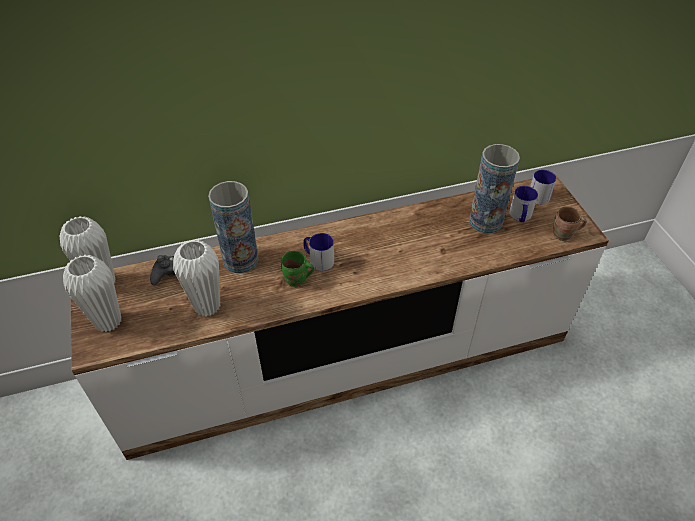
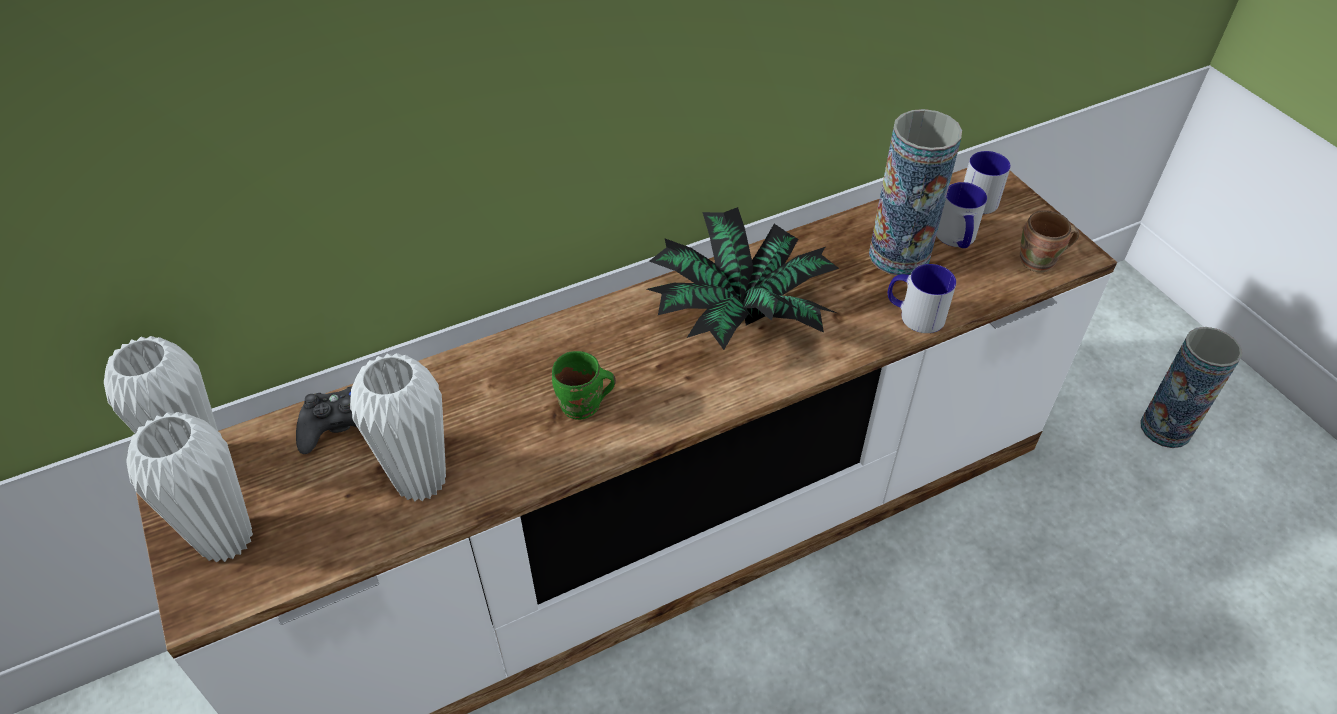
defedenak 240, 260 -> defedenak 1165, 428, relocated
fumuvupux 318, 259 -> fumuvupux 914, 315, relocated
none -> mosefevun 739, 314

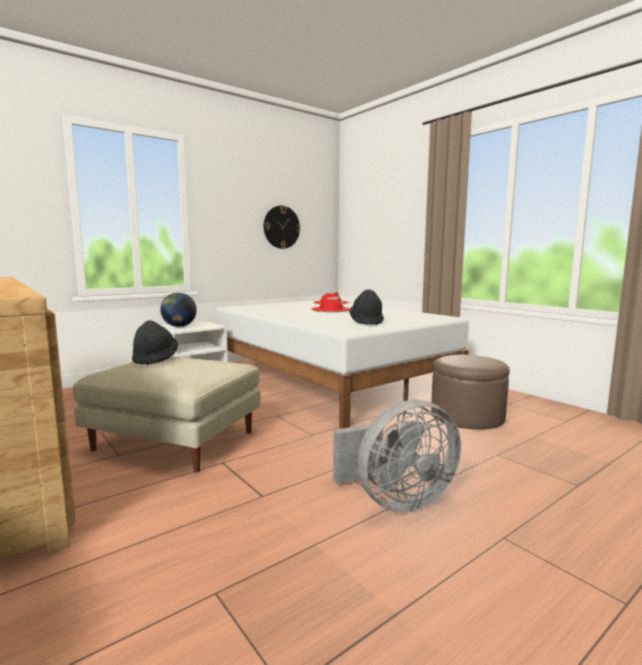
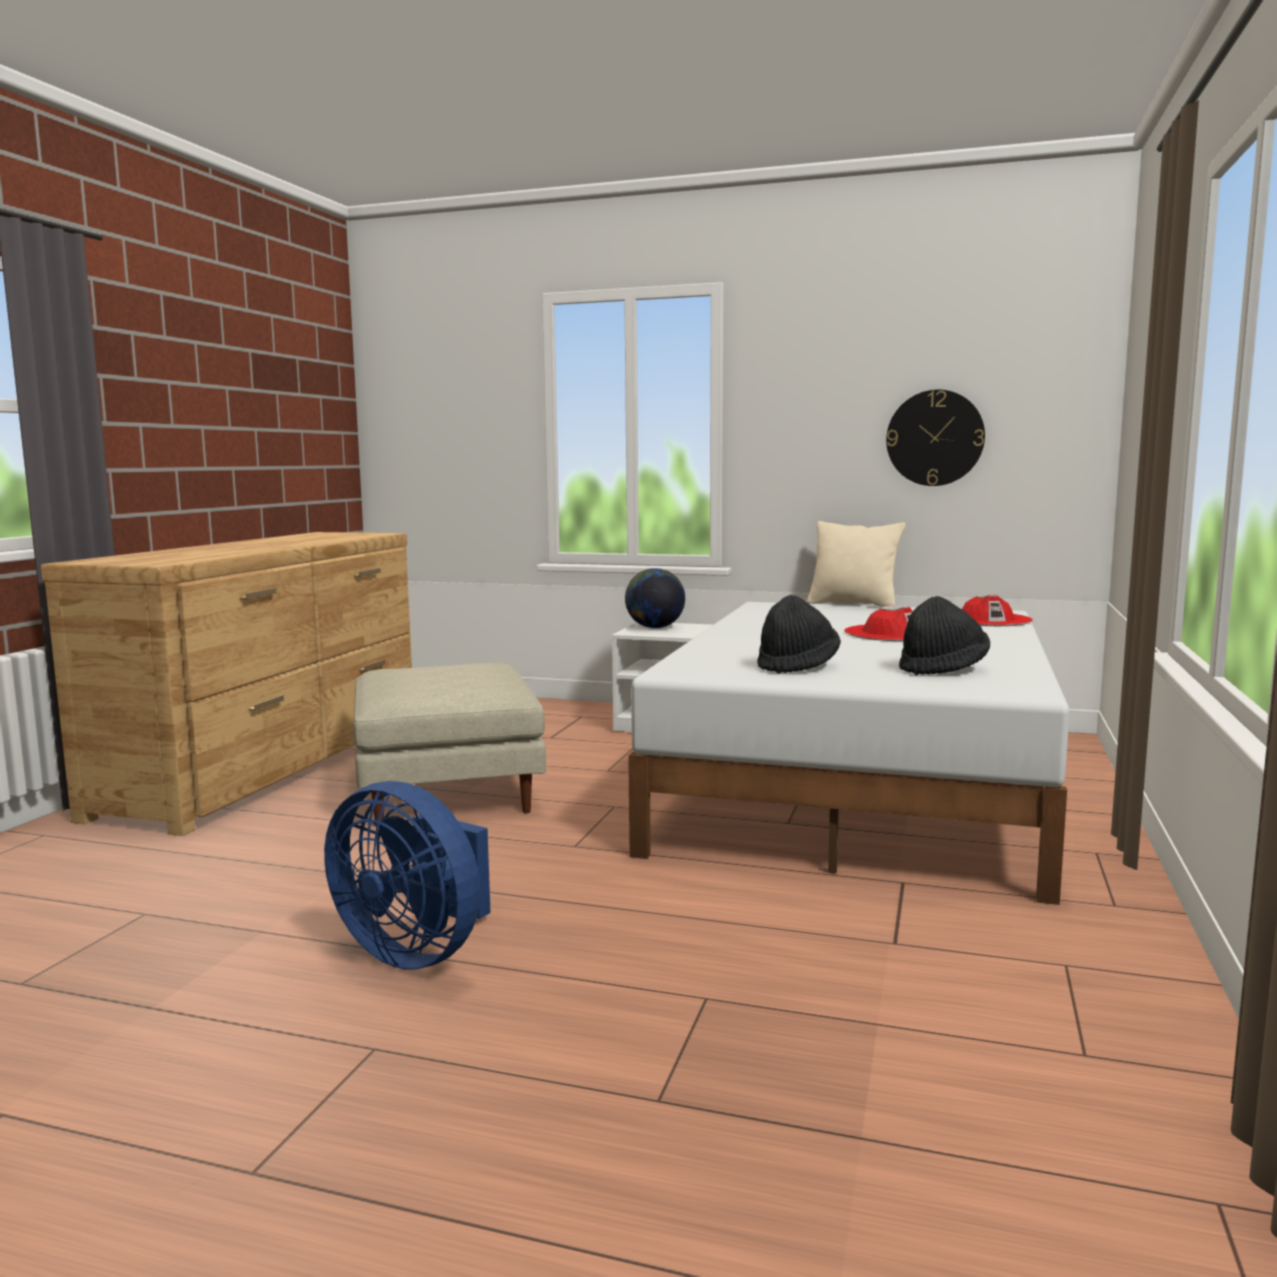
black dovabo 155, 359 -> black dovabo 943, 669, relocated
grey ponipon 396, 501 -> blue ponipon 417, 951
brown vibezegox 467, 416 -> none
none -> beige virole 853, 604

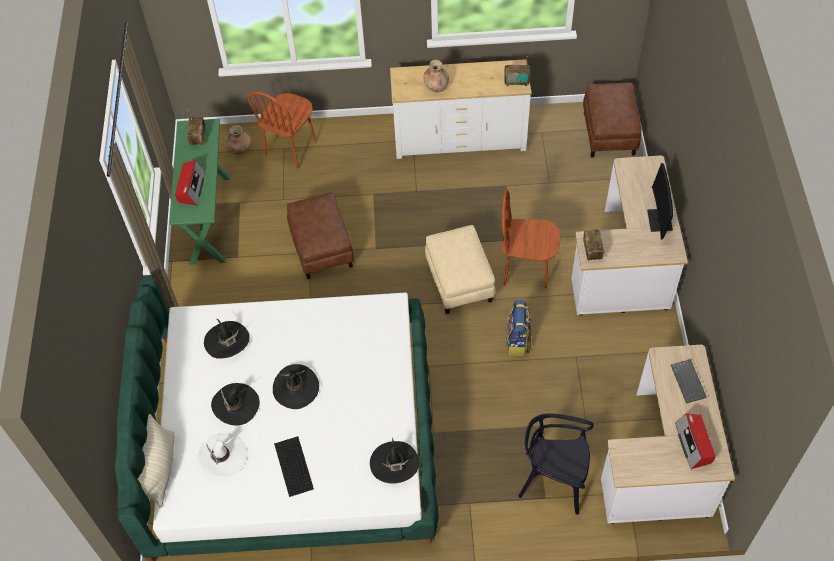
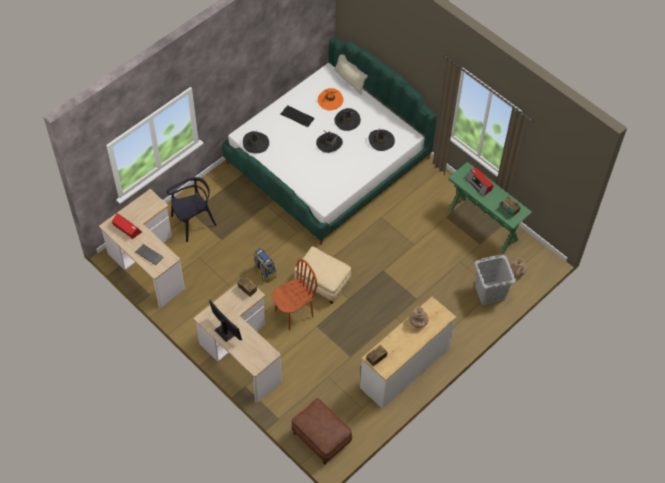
white dovabo 223, 456 -> orange dovabo 330, 100
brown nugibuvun 291, 148 -> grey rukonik 490, 292
brown vibezegox 322, 248 -> none

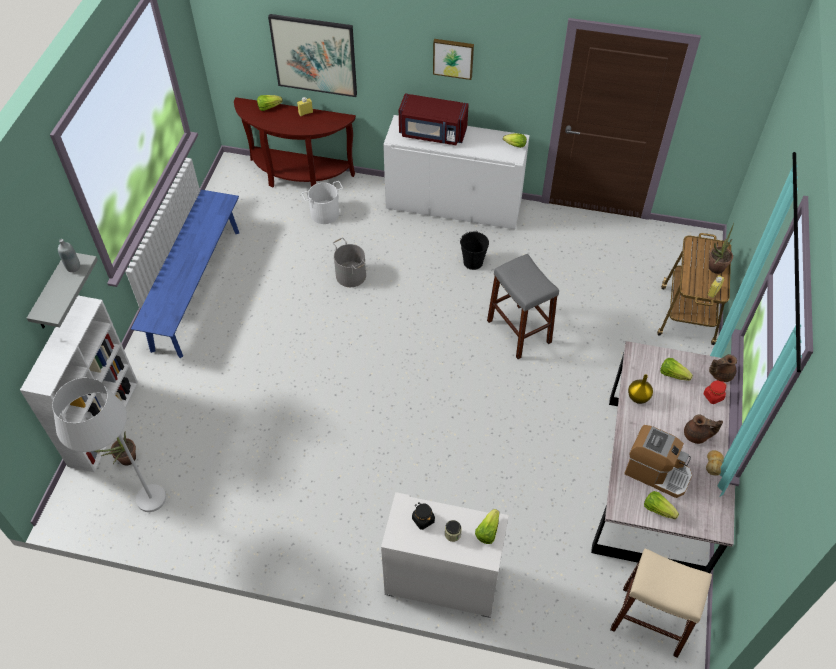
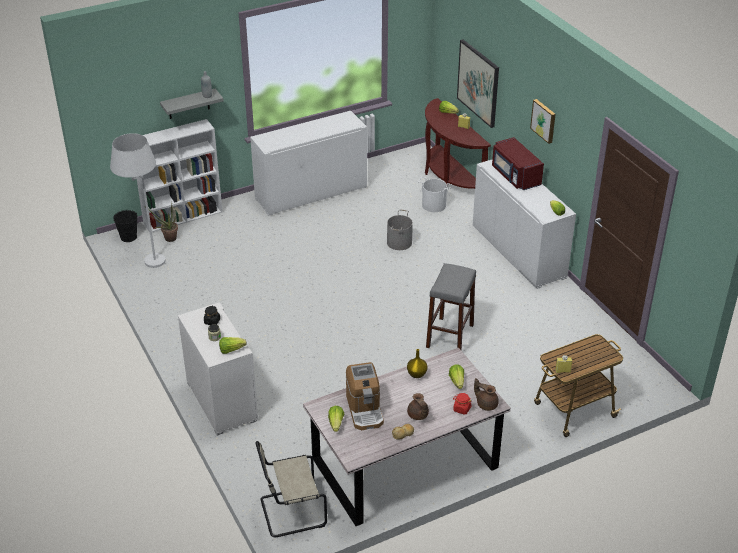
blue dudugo 196, 288 -> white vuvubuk 311, 193
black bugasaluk 473, 262 -> black bugasaluk 128, 237, relocated
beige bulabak 649, 621 -> beige nugibuvun 290, 512
mosefevun 714, 269 -> none

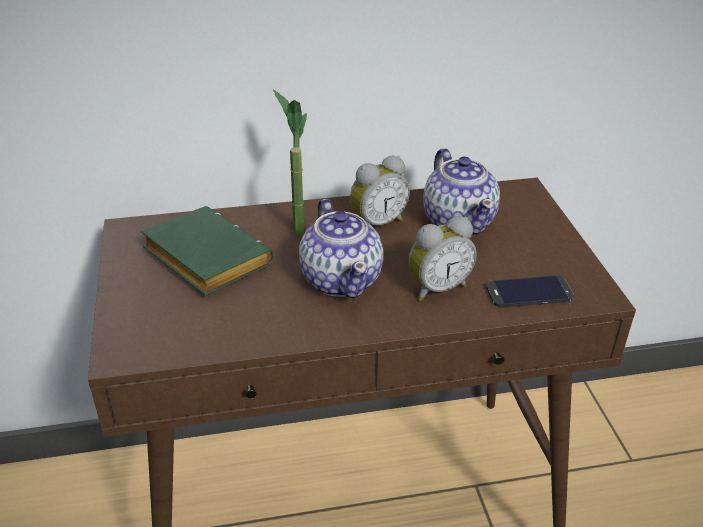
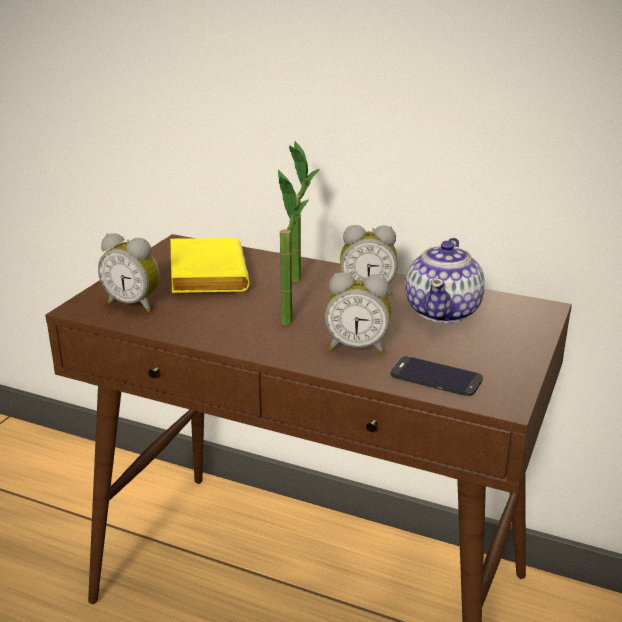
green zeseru 203, 258 -> yellow zeseru 204, 274
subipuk 341, 279 -> mosefevun 287, 317
none -> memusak 134, 304

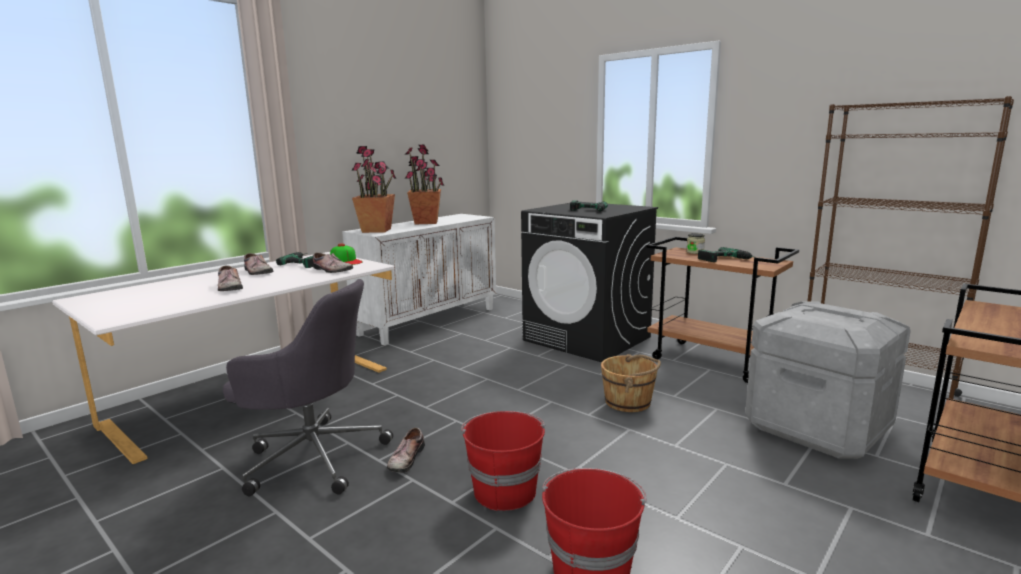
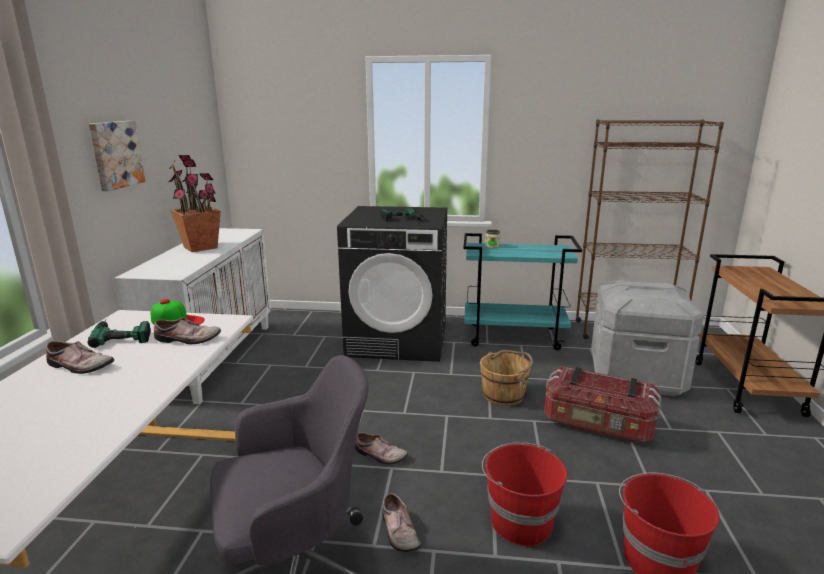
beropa 228, 287 -> beropa 379, 455, relocated
mosefevun 377, 230 -> none
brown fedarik 713, 361 -> turquoise fedarik 514, 336
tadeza 729, 260 -> none
none -> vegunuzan 115, 154
none -> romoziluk 597, 424

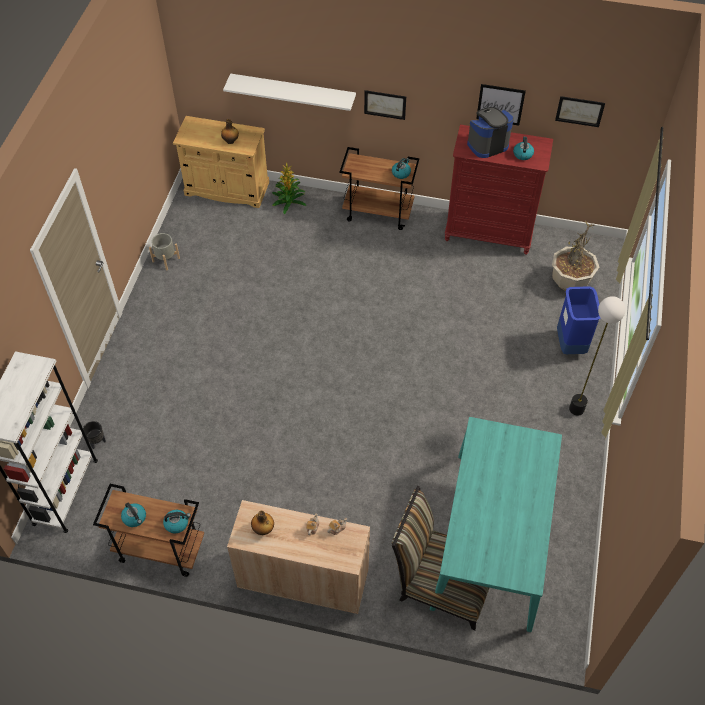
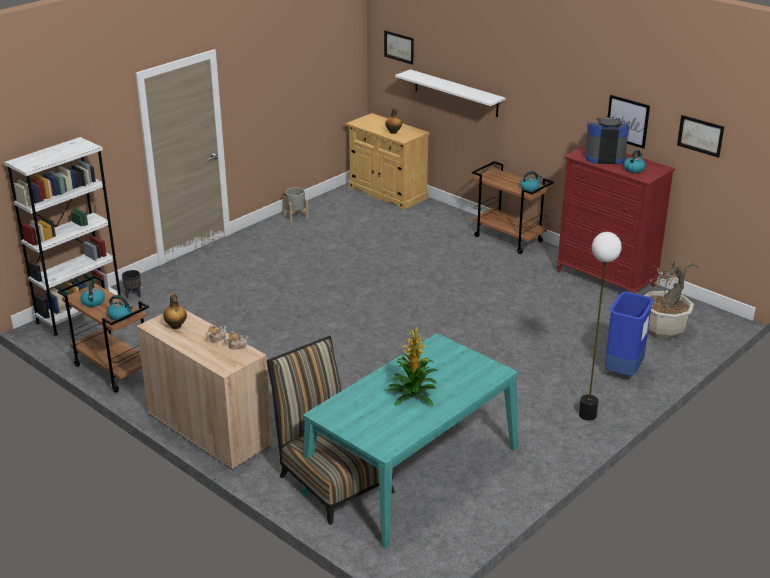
mosefevun 288, 201 -> mosefevun 413, 394, relocated
vegunuzan 385, 104 -> vegunuzan 399, 47, relocated

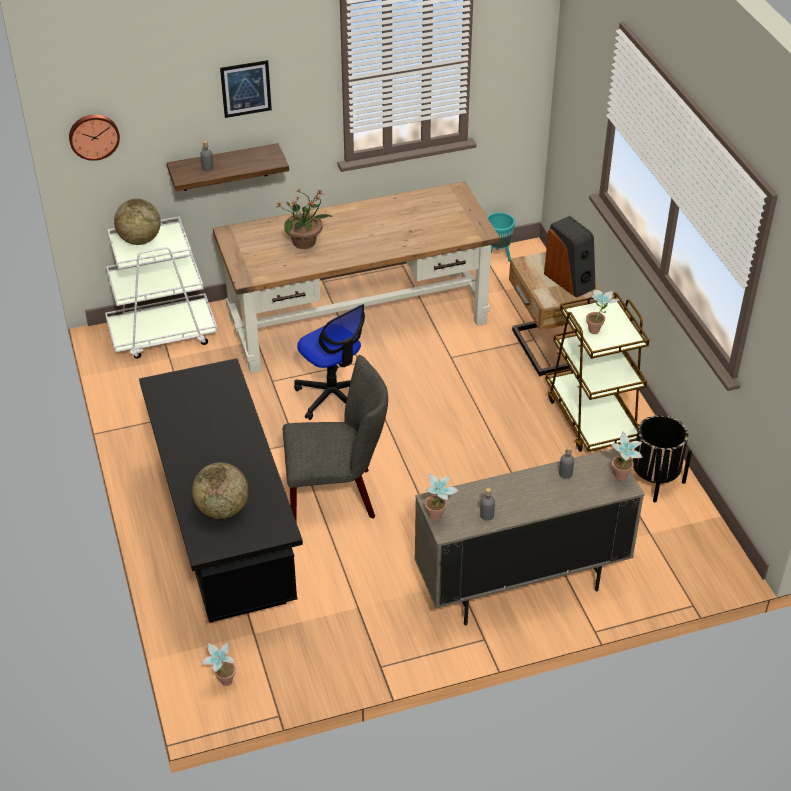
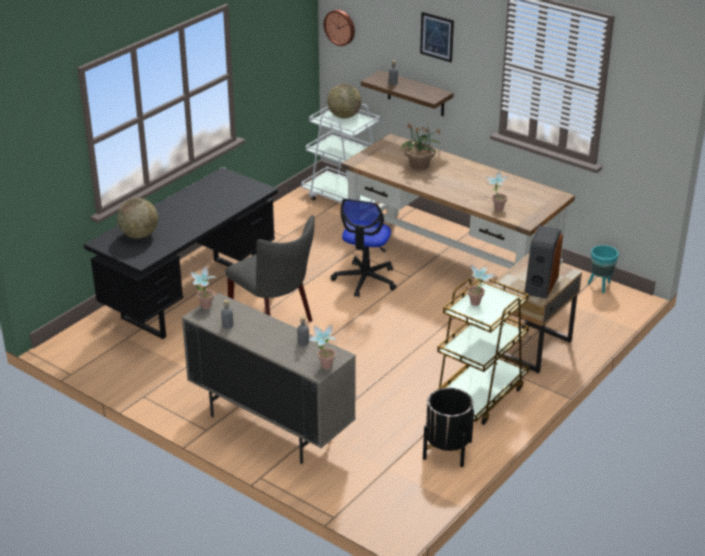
mosefevun 223, 684 -> mosefevun 495, 208, relocated

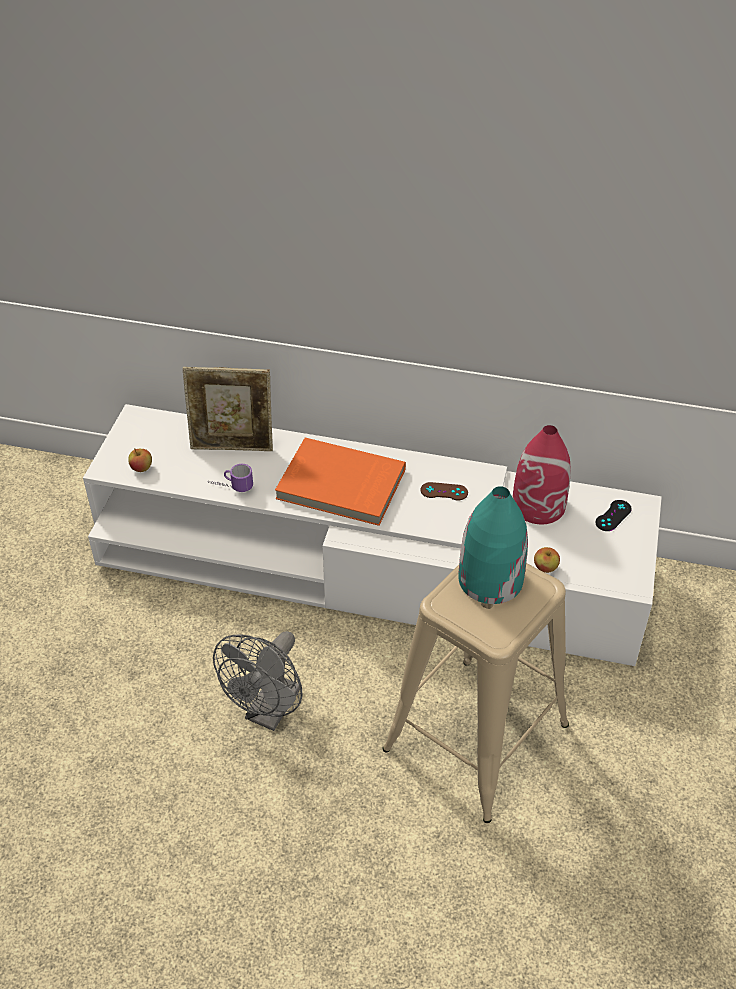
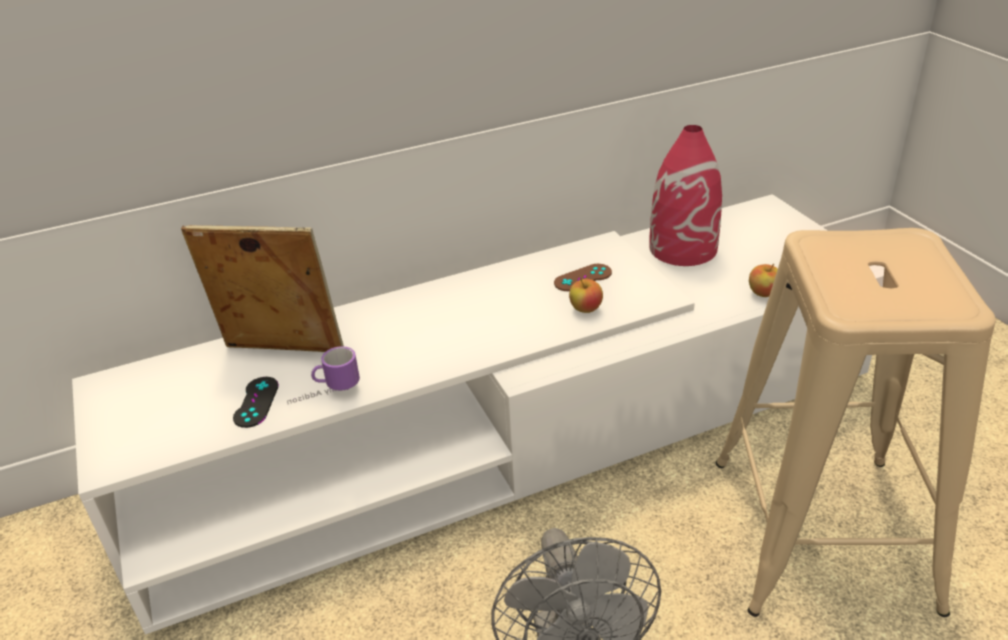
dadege 141, 468 -> dadege 586, 309, relocated
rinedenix 233, 447 -> rinedenix 281, 352, 135 degrees counterclockwise
orange zeseru 340, 486 -> none
turquoise defedenak 490, 580 -> none
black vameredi 613, 516 -> black vameredi 256, 402, relocated

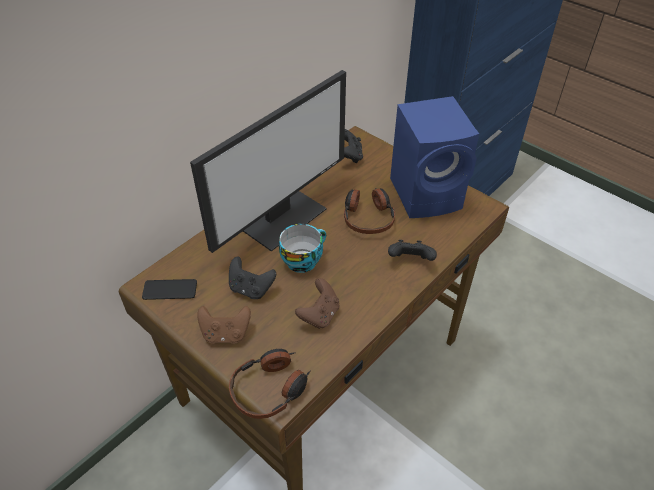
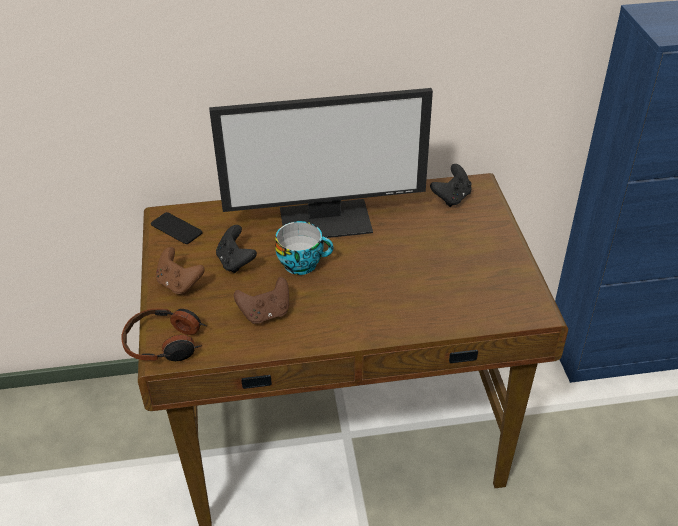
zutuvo 368, 217 -> none
black vameredi 410, 261 -> none
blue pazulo 428, 194 -> none

